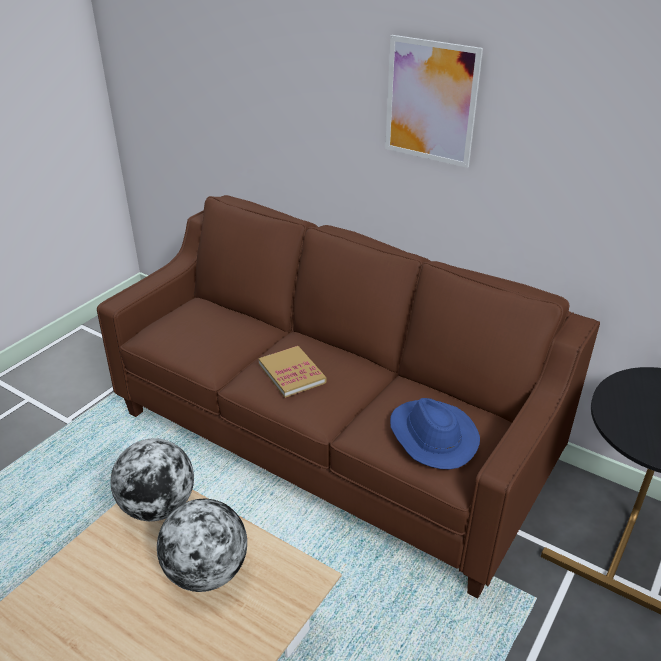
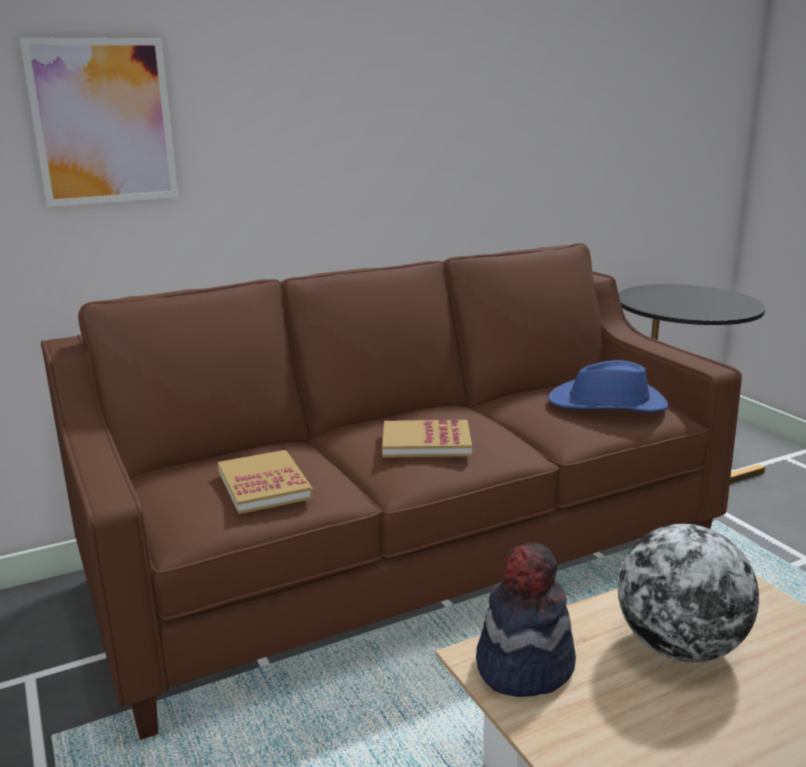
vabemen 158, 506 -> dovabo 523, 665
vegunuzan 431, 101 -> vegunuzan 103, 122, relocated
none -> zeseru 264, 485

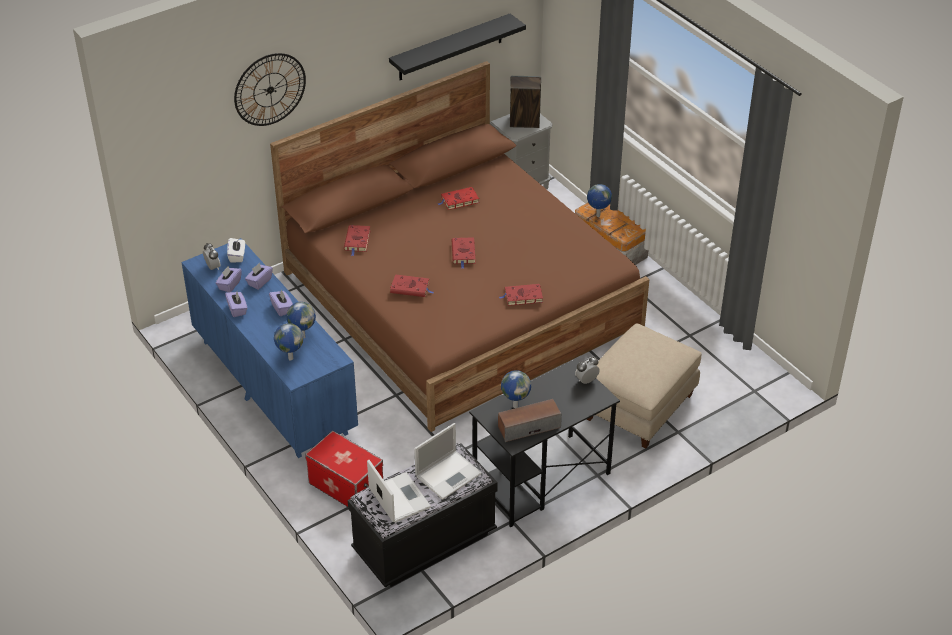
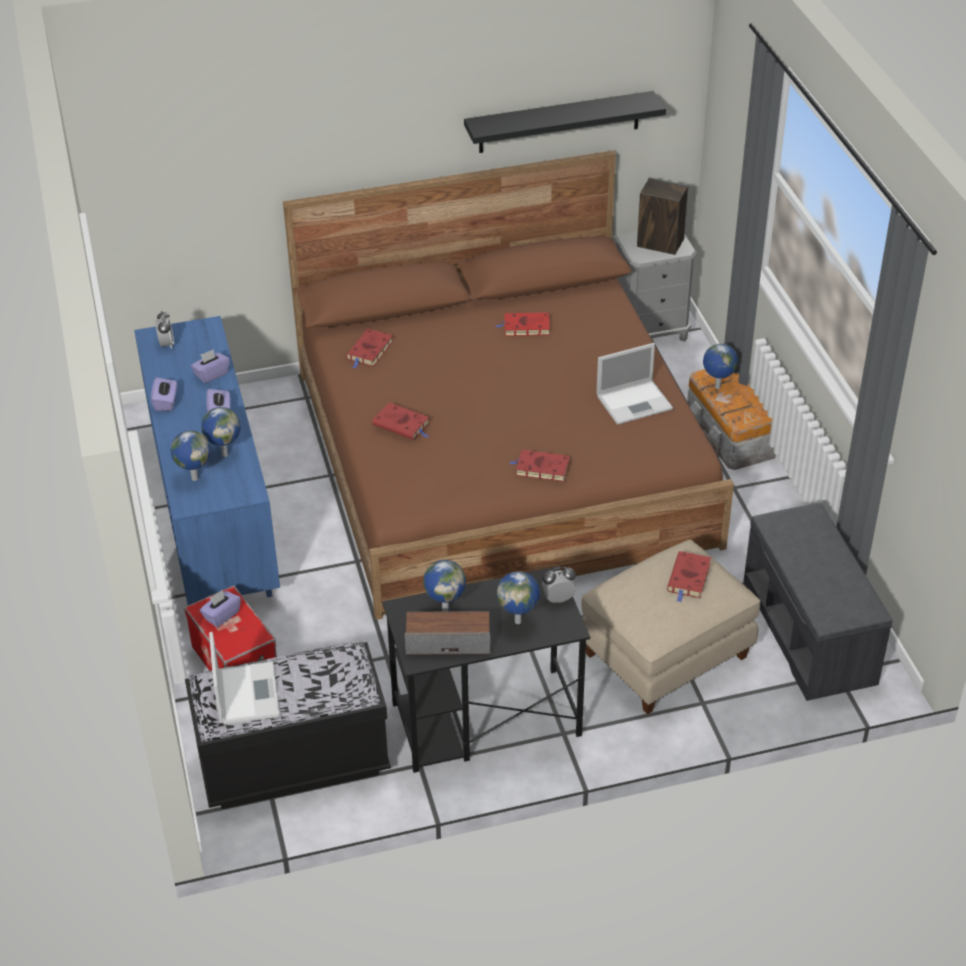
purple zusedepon 229, 285 -> purple zusedepon 221, 615, relocated
white zusedepon 237, 256 -> none
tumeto 270, 89 -> none
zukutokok 449, 474 -> zukutokok 635, 402, relocated
red zeseru 463, 254 -> red zeseru 689, 579, relocated
none -> vabemen 519, 621
none -> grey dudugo 811, 633

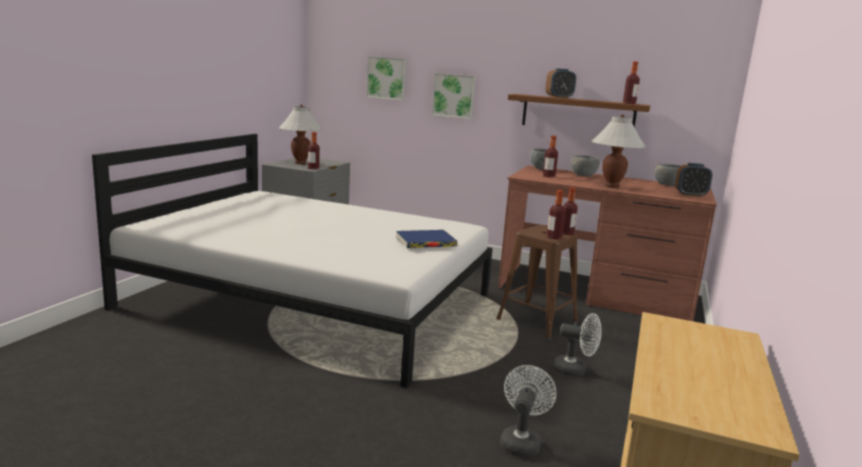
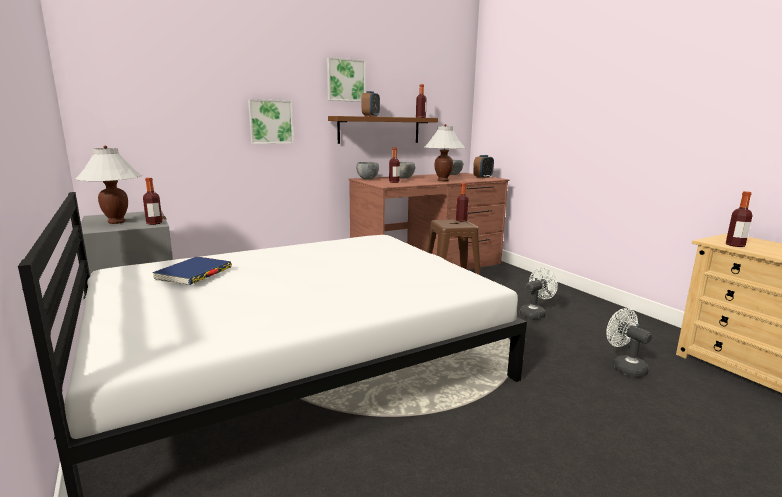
vegunuzan 387, 78 -> vegunuzan 345, 80, relocated
blue zeseru 425, 242 -> blue zeseru 194, 274, relocated
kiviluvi 554, 237 -> kiviluvi 735, 245, relocated

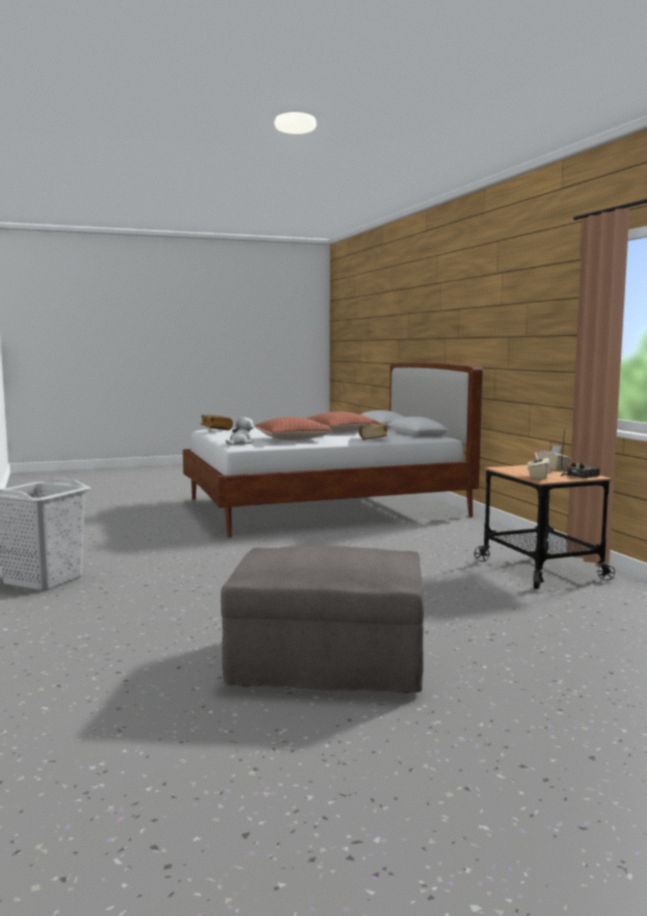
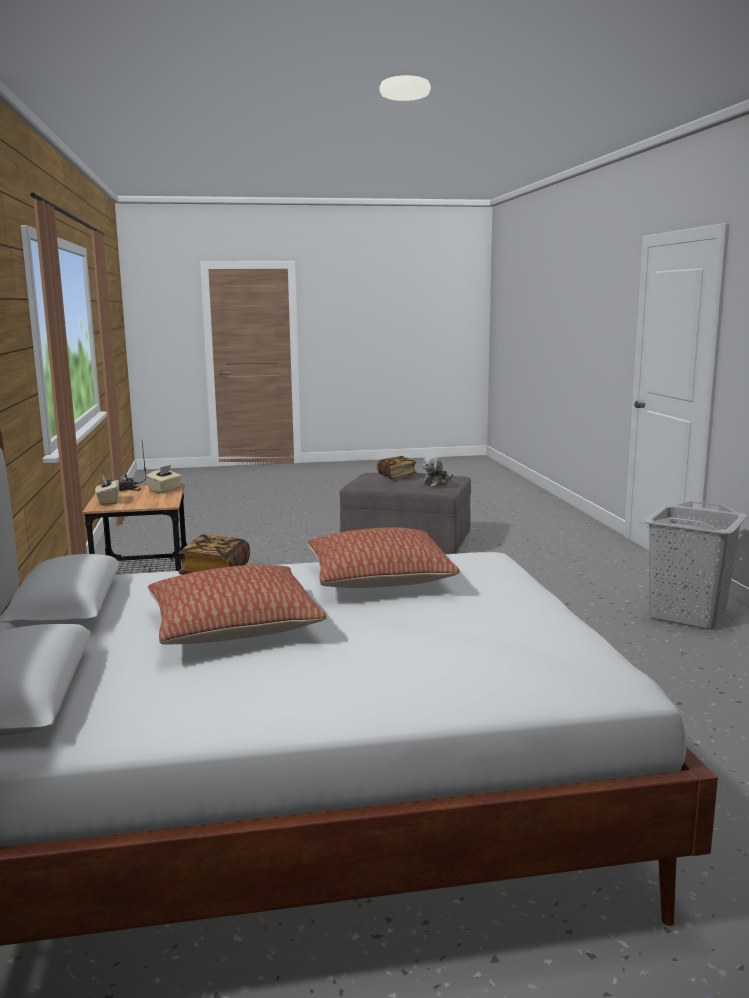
zeseru 216, 429 -> zeseru 397, 476, relocated
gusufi 240, 443 -> gusufi 437, 483, relocated

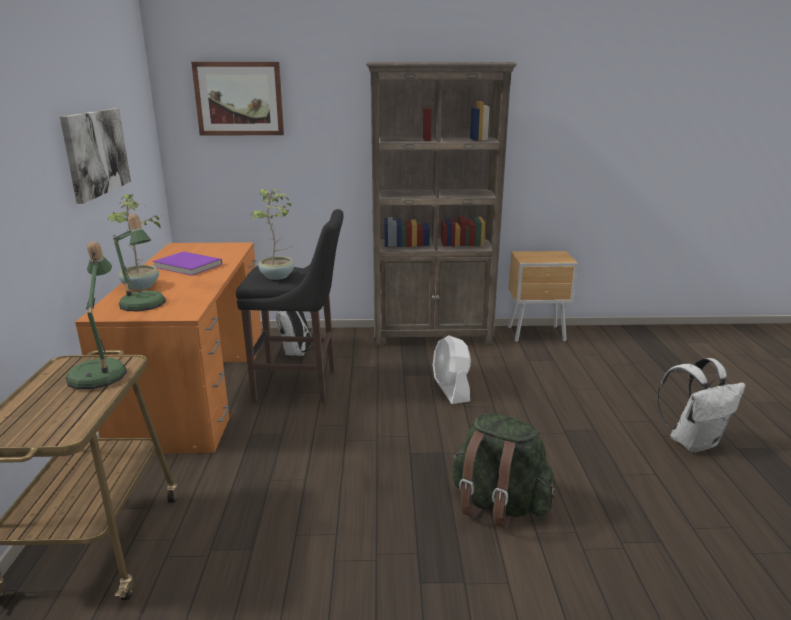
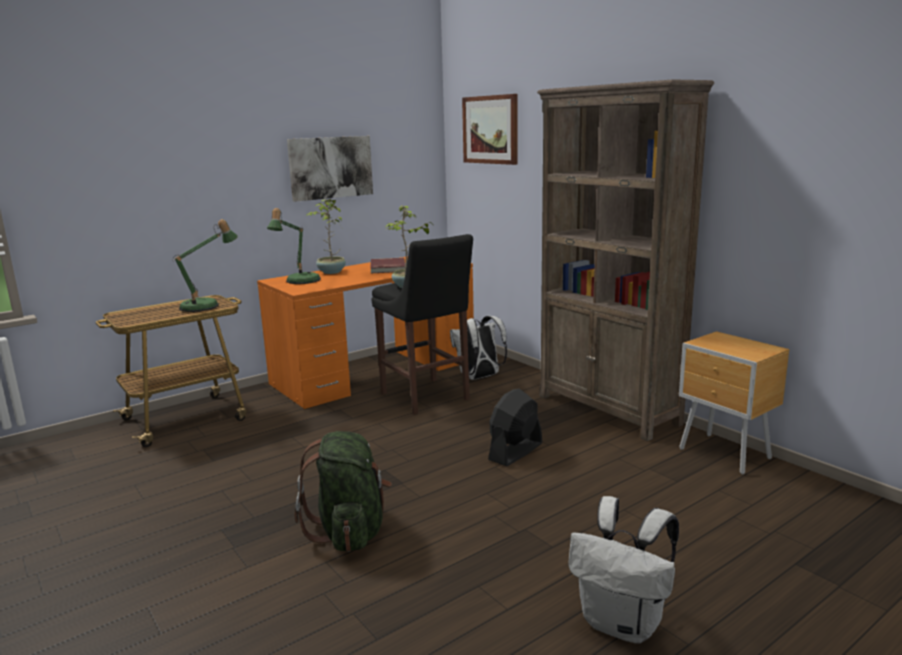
purple zeseru 187, 266 -> red zeseru 387, 268
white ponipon 451, 390 -> black ponipon 515, 451

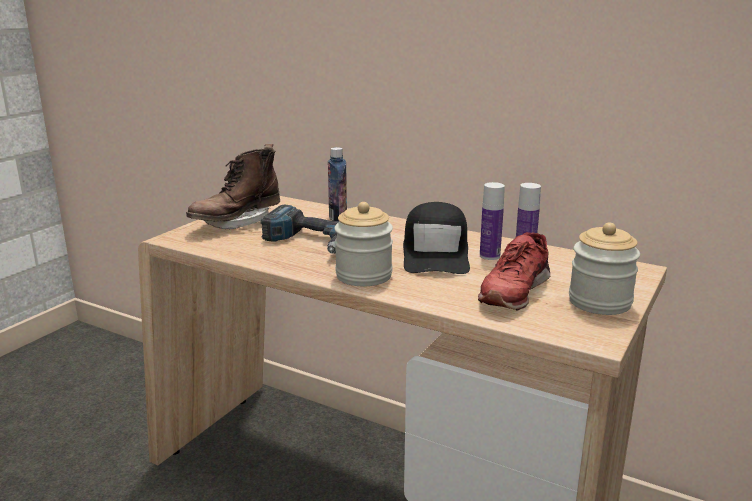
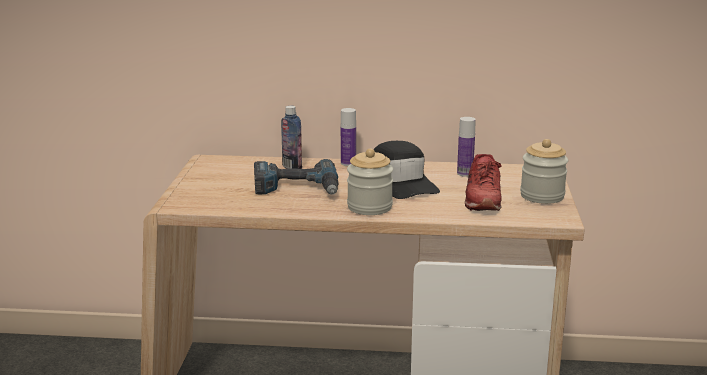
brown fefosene 237, 223 -> none
kiviluvi 489, 256 -> kiviluvi 348, 163, relocated

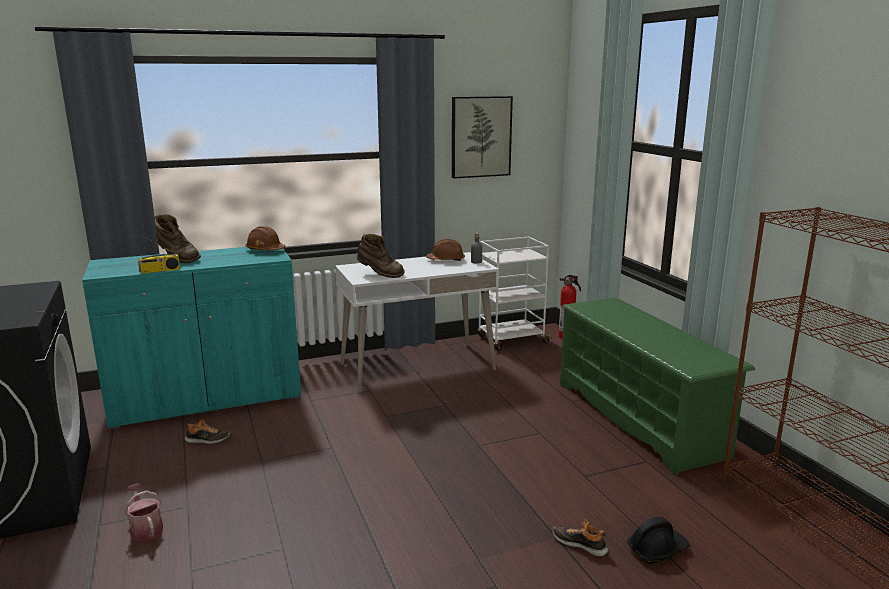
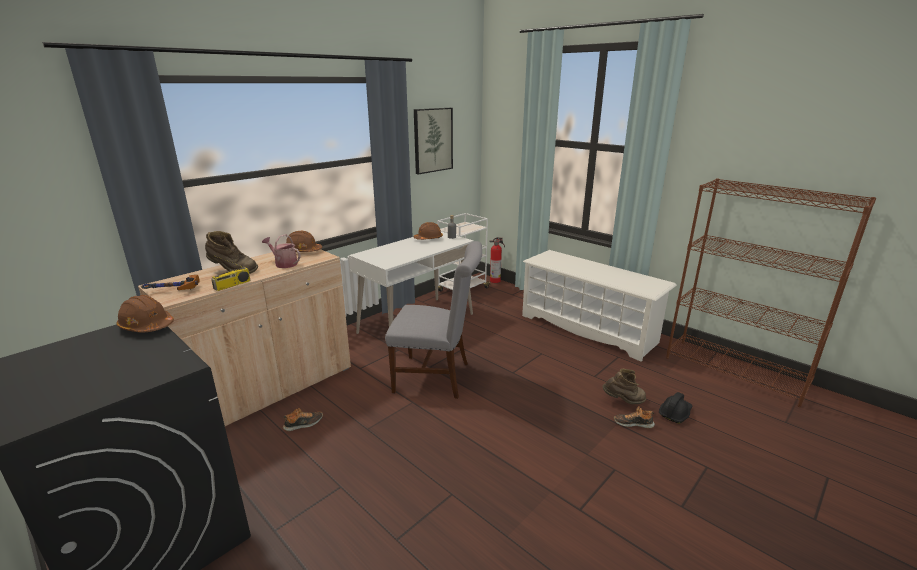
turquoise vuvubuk 207, 399 -> beige vuvubuk 268, 388
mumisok 145, 528 -> mumisok 284, 264, relocated
brown fefosene 379, 275 -> brown fefosene 623, 401, relocated
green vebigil 639, 418 -> white vebigil 588, 329
none -> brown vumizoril 147, 326
none -> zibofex 170, 291
none -> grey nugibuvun 437, 377

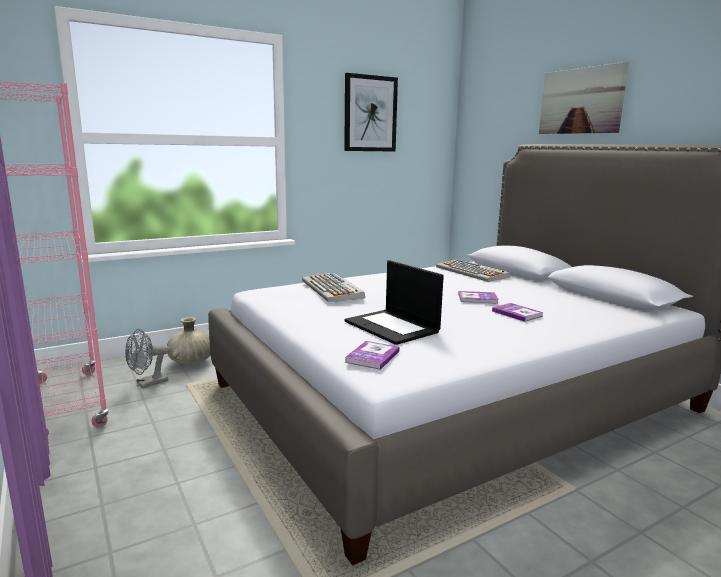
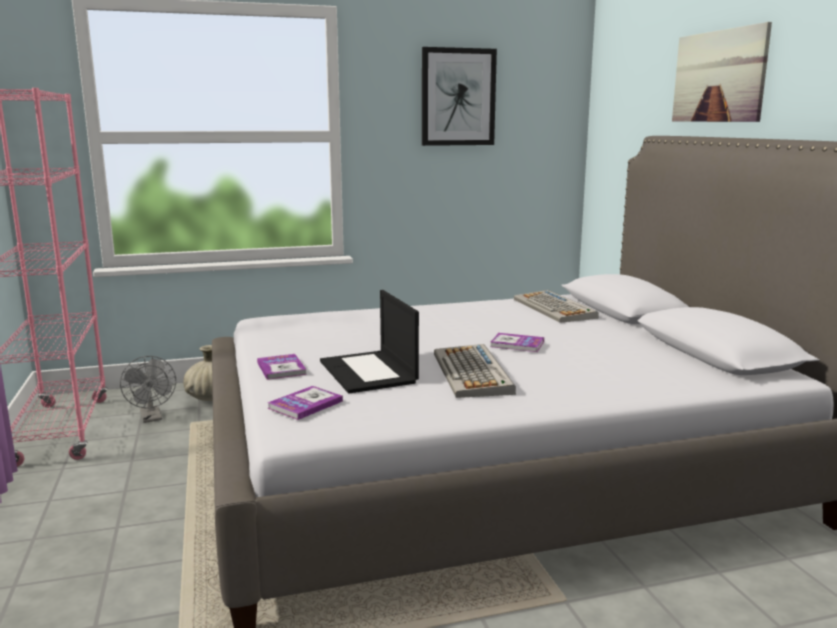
grey ponipon 148, 383 -> grey ponipon 152, 418, 90 degrees counterclockwise
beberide 332, 289 -> beberide 472, 373, relocated
zeseru 517, 313 -> zeseru 281, 368, relocated

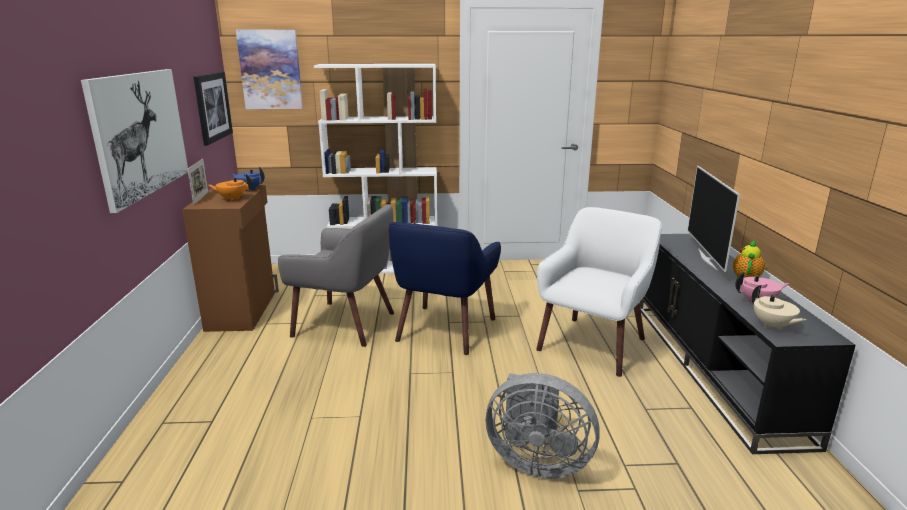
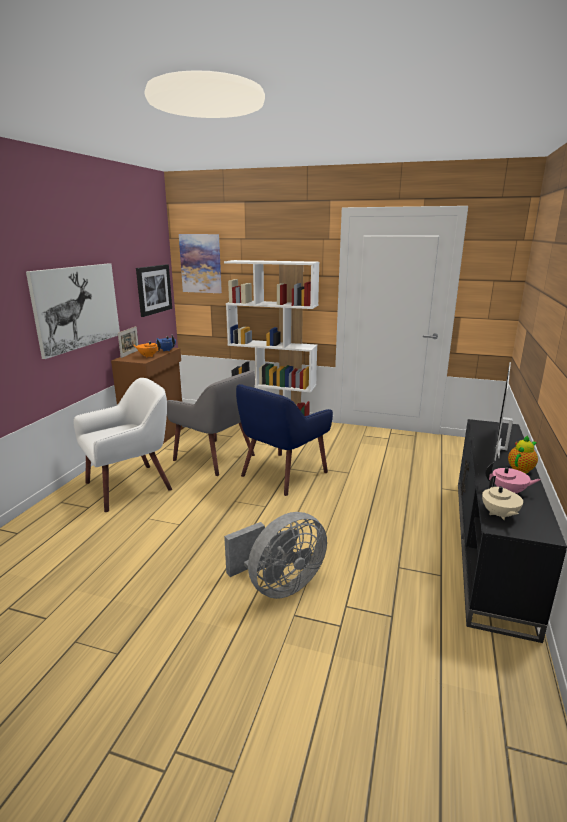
grey ponipon 537, 461 -> grey ponipon 279, 585, 75 degrees counterclockwise
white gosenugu 593, 344 -> white gosenugu 130, 486, relocated

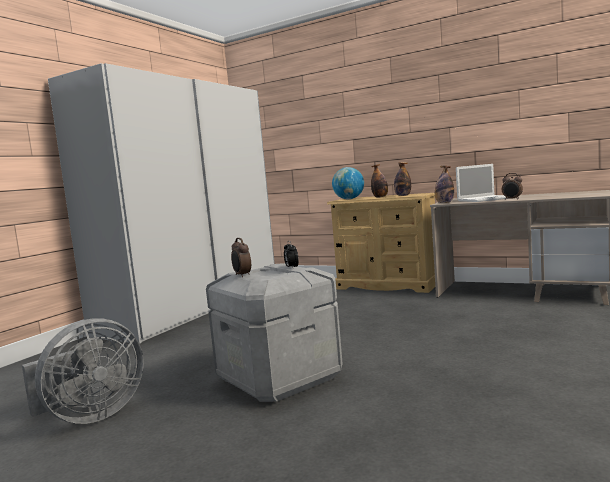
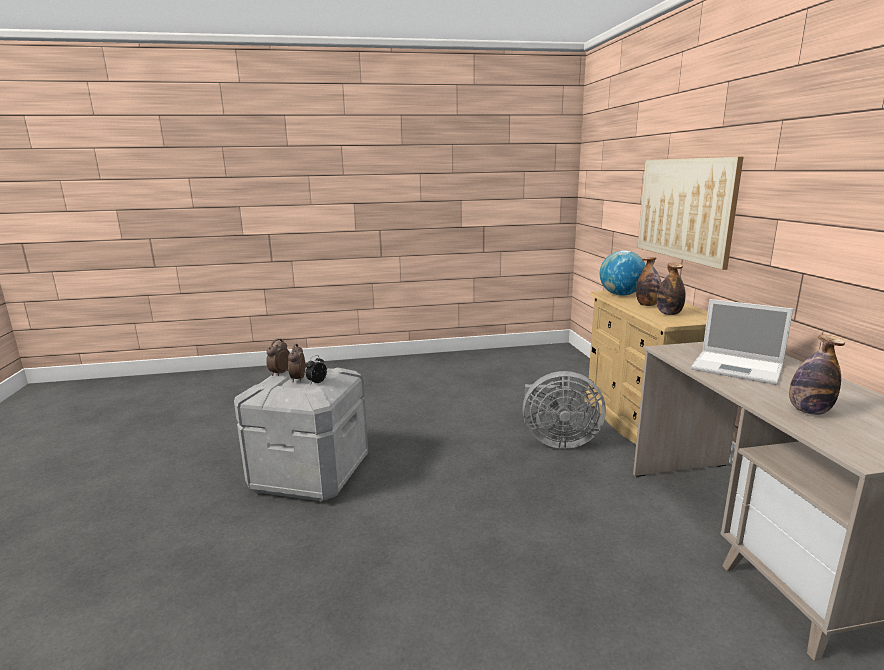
grey ponipon 90, 416 -> grey ponipon 557, 441, relocated
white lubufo 194, 308 -> none
kiviluvi 444, 203 -> kiviluvi 808, 411, relocated
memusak 512, 199 -> memusak 297, 379, relocated
none -> vegunuzan 684, 209

